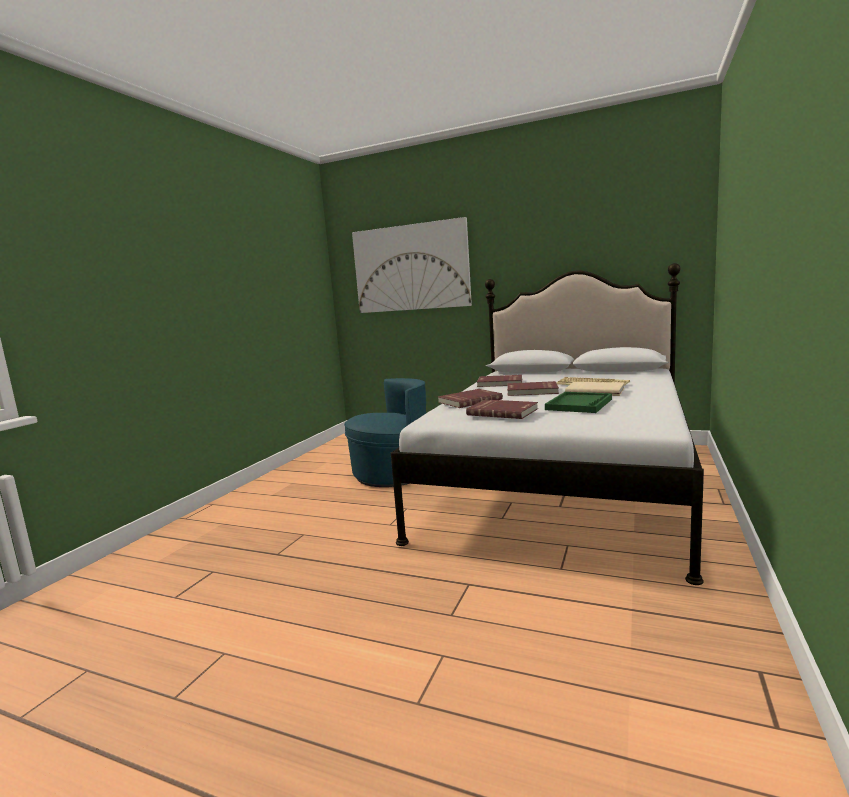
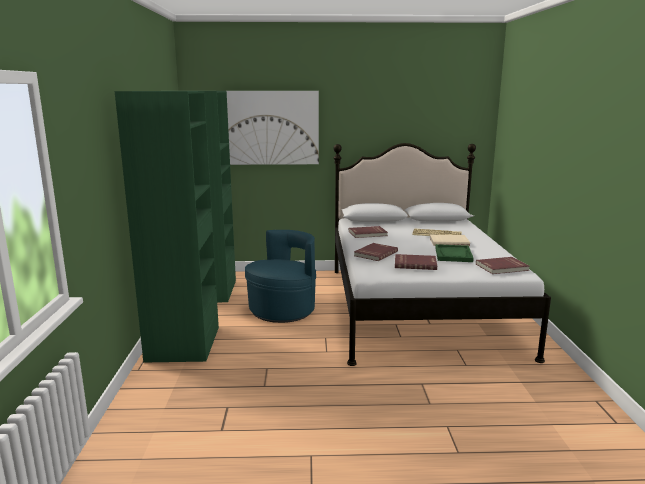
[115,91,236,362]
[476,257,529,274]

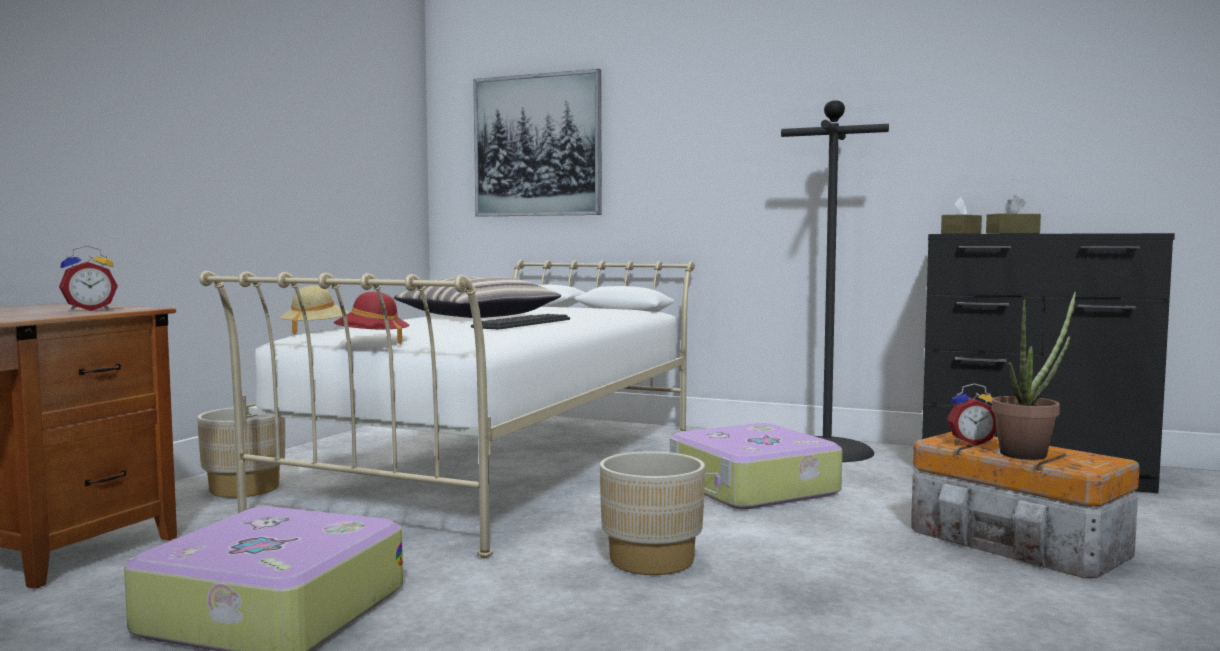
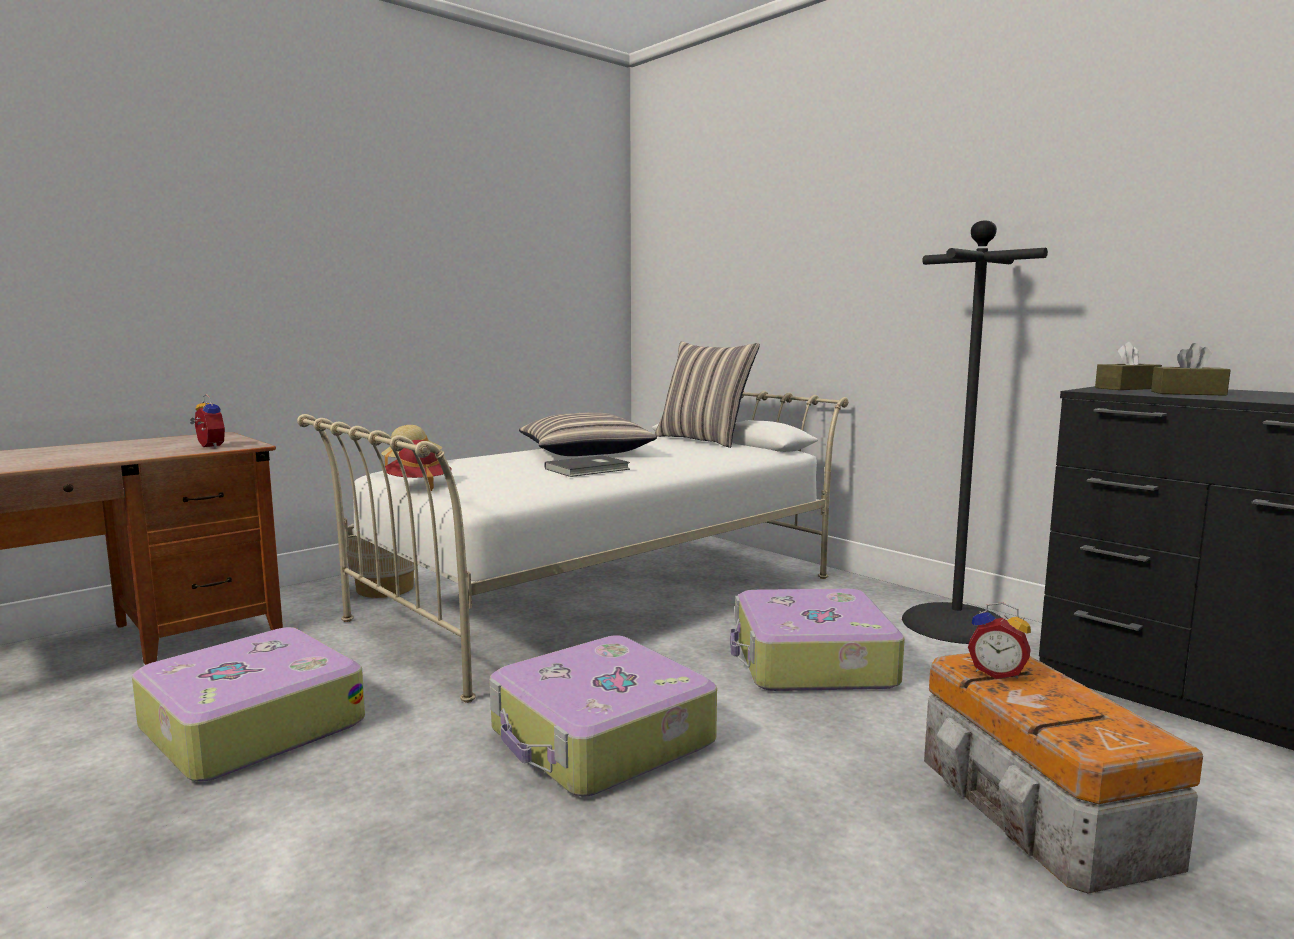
[190,394,225,448]
[489,635,717,797]
[544,455,630,477]
[655,341,760,448]
[473,69,601,217] (first image)
[992,292,1076,460] (first image)

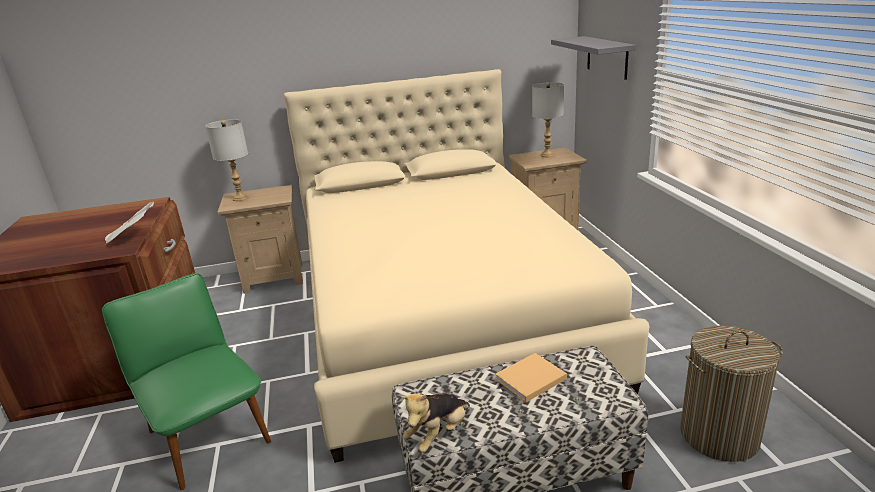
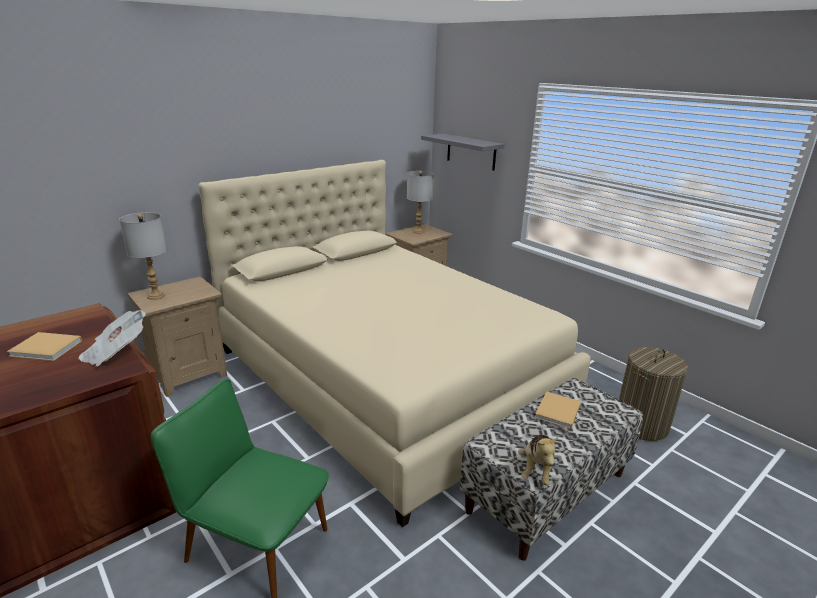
[7,332,82,361]

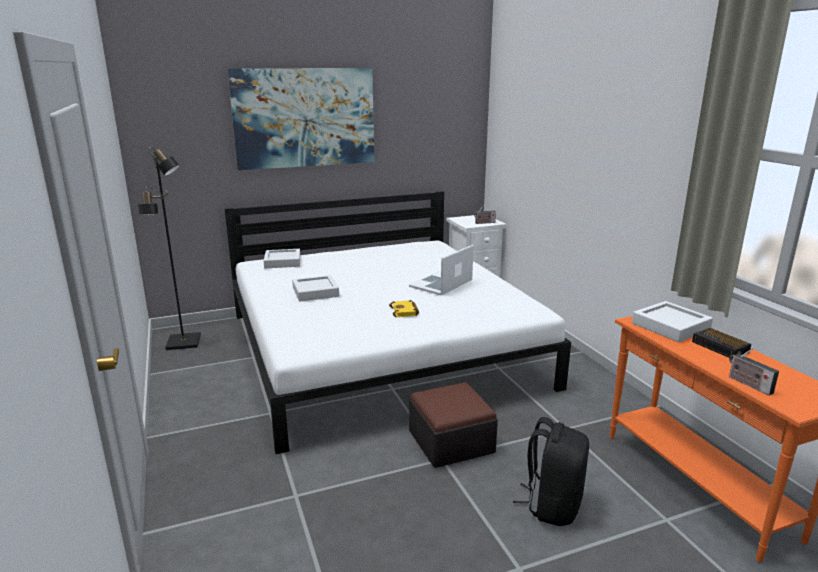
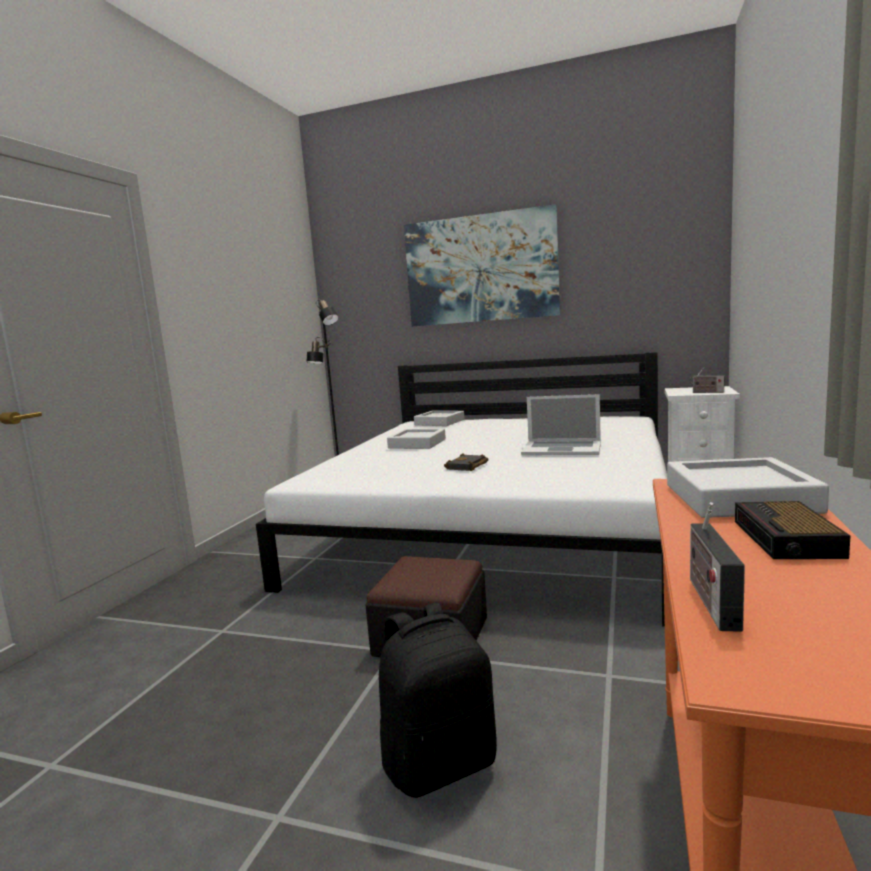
[444,453,489,471]
[521,394,601,455]

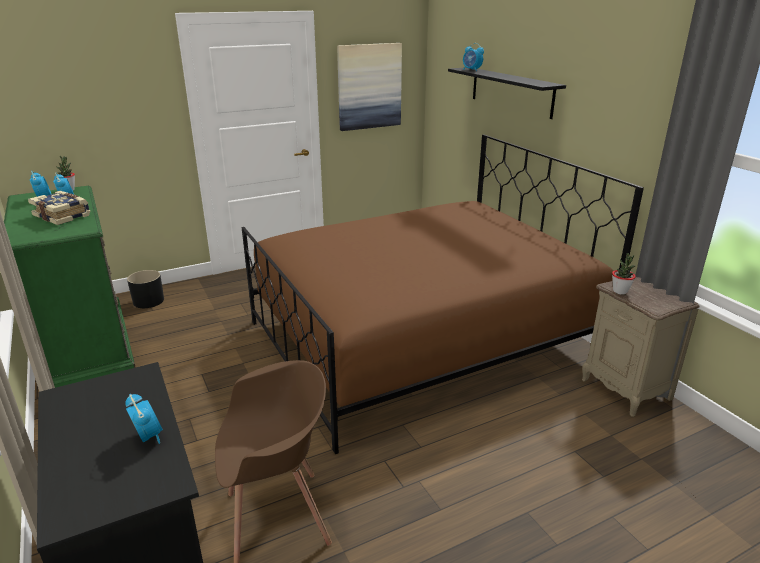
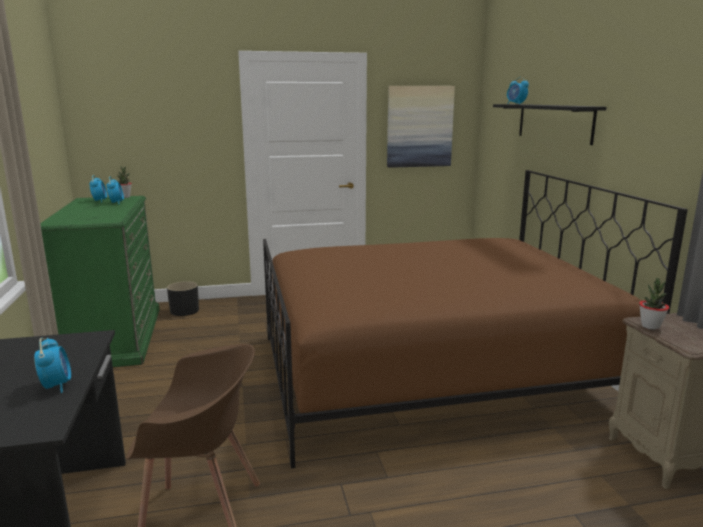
[28,191,90,225] (first image)

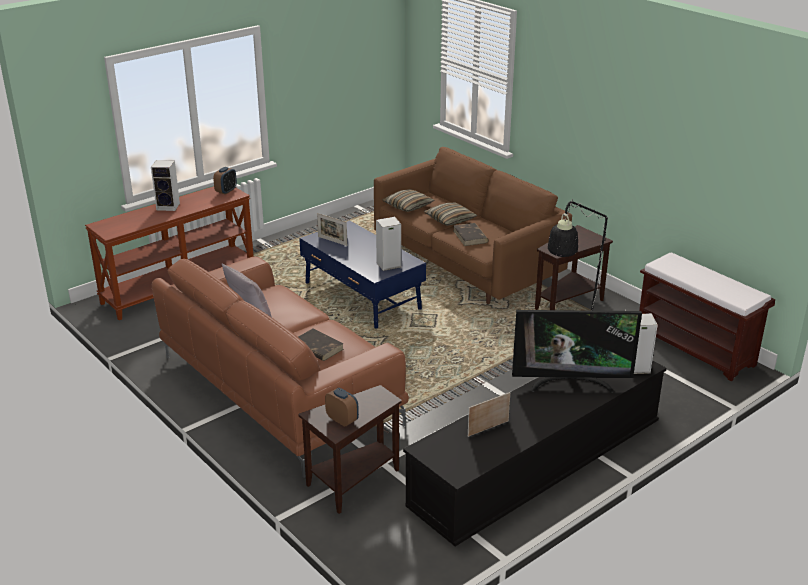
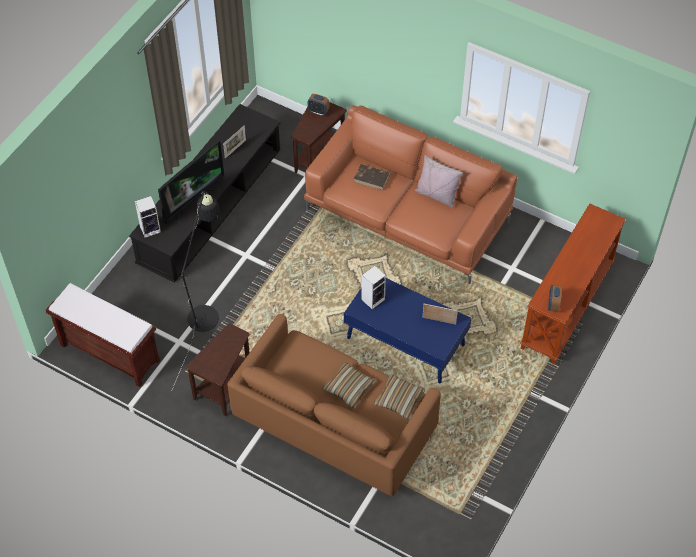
[158,140,224,224]
[151,160,180,211] (first image)
[453,223,489,246] (first image)

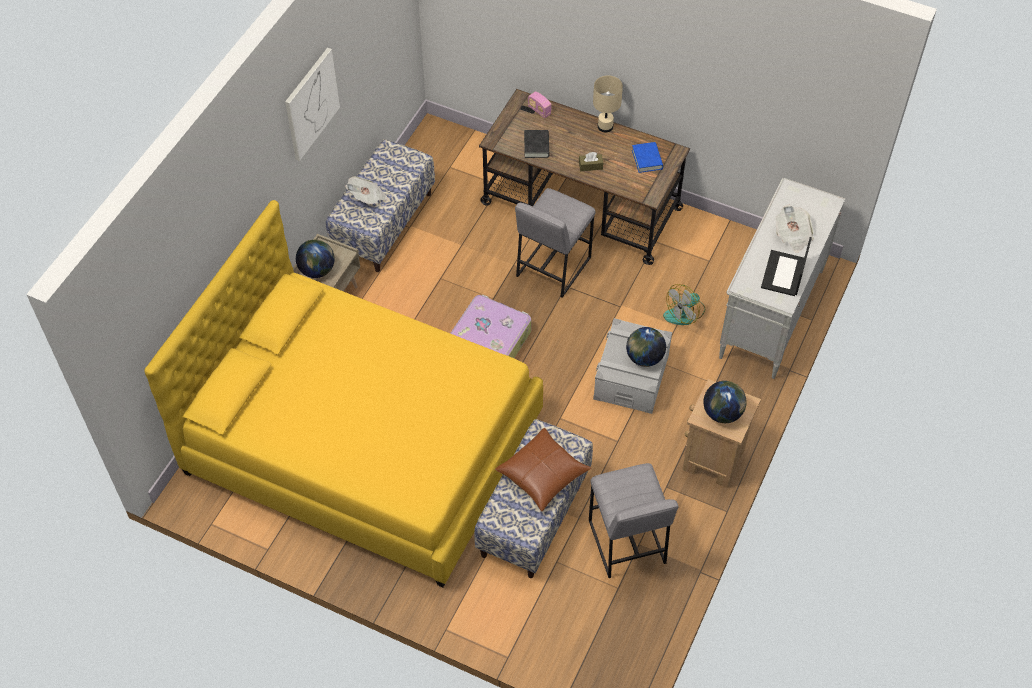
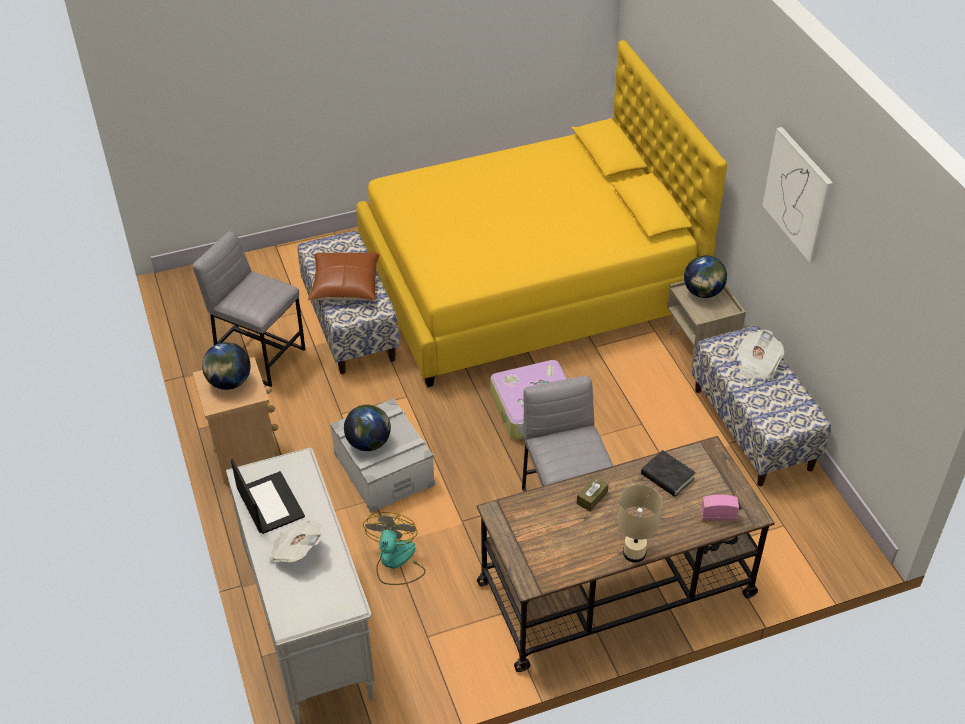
[632,142,663,173] (first image)

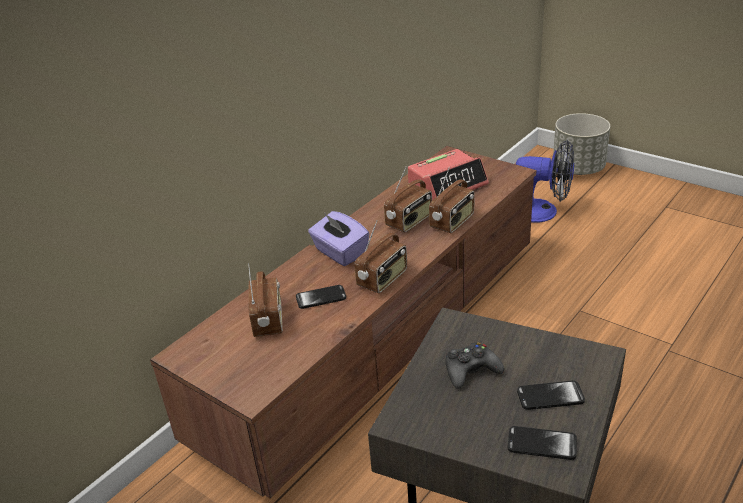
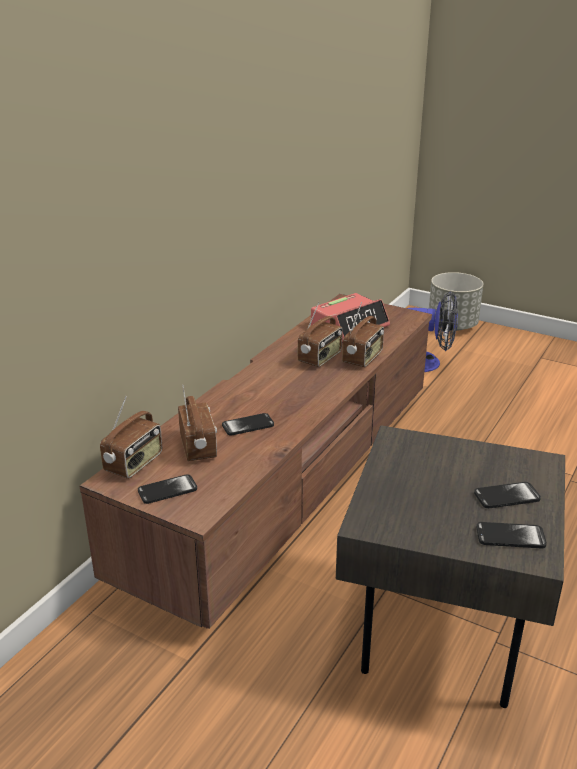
[100,396,162,479]
[138,474,197,504]
[308,211,369,266] (first image)
[445,342,504,389] (first image)

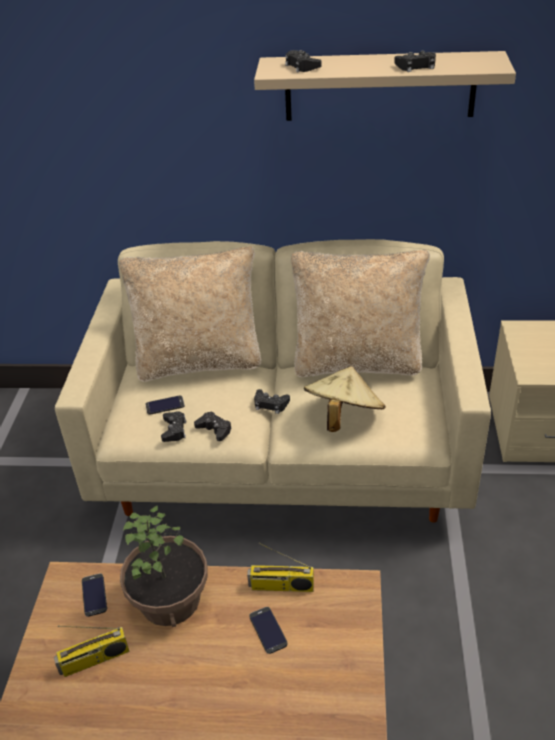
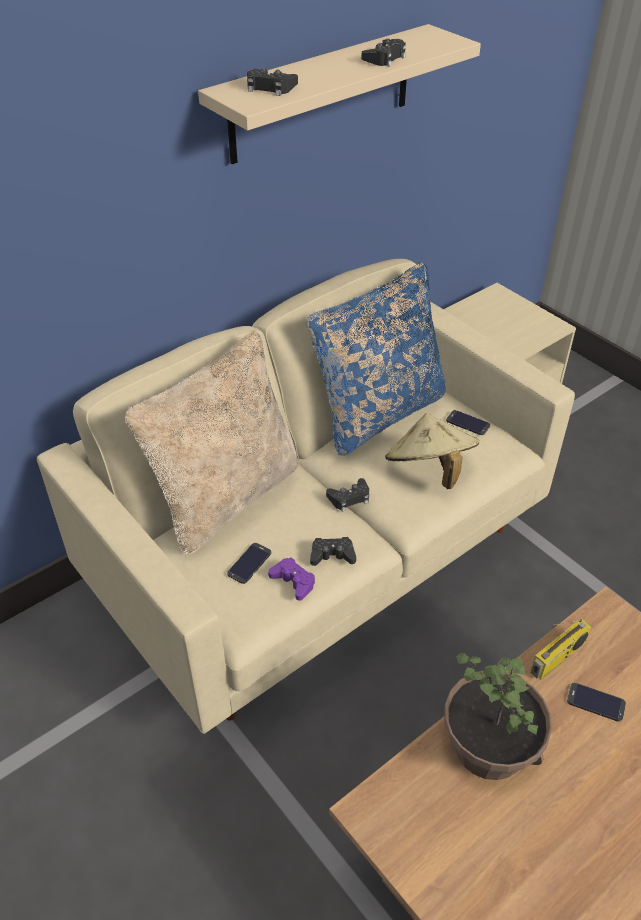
[268,558,315,601]
[306,262,445,456]
[446,410,490,435]
[54,626,130,677] (first image)

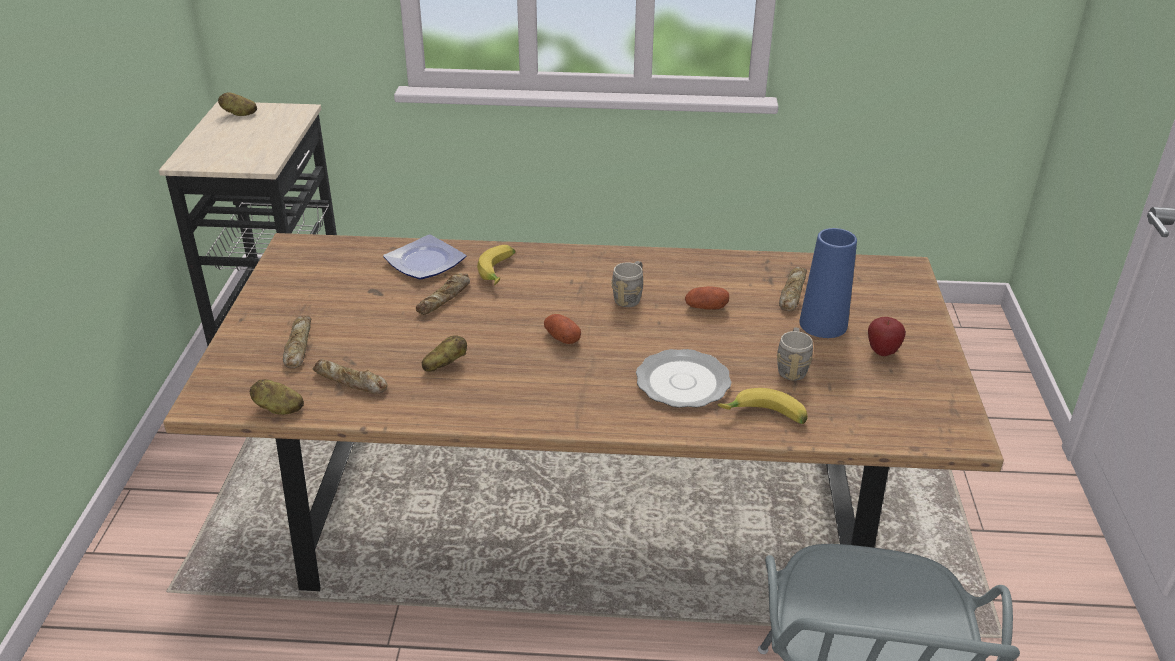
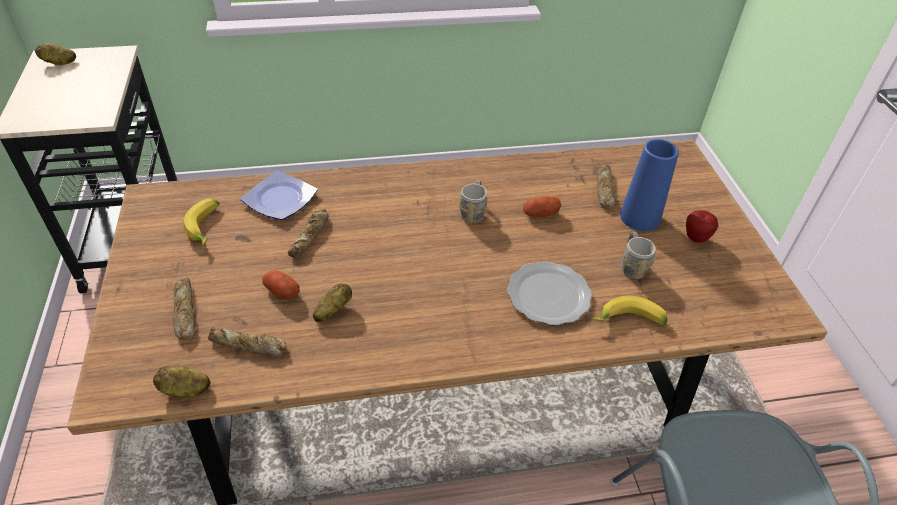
[183,198,220,247]
[262,270,300,300]

